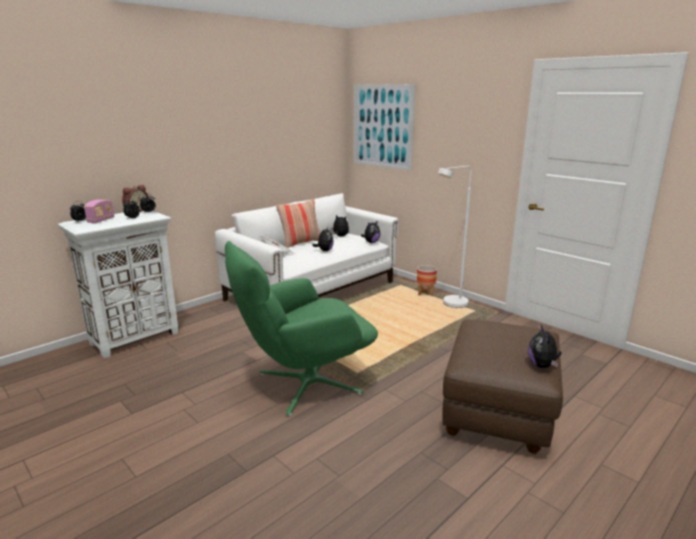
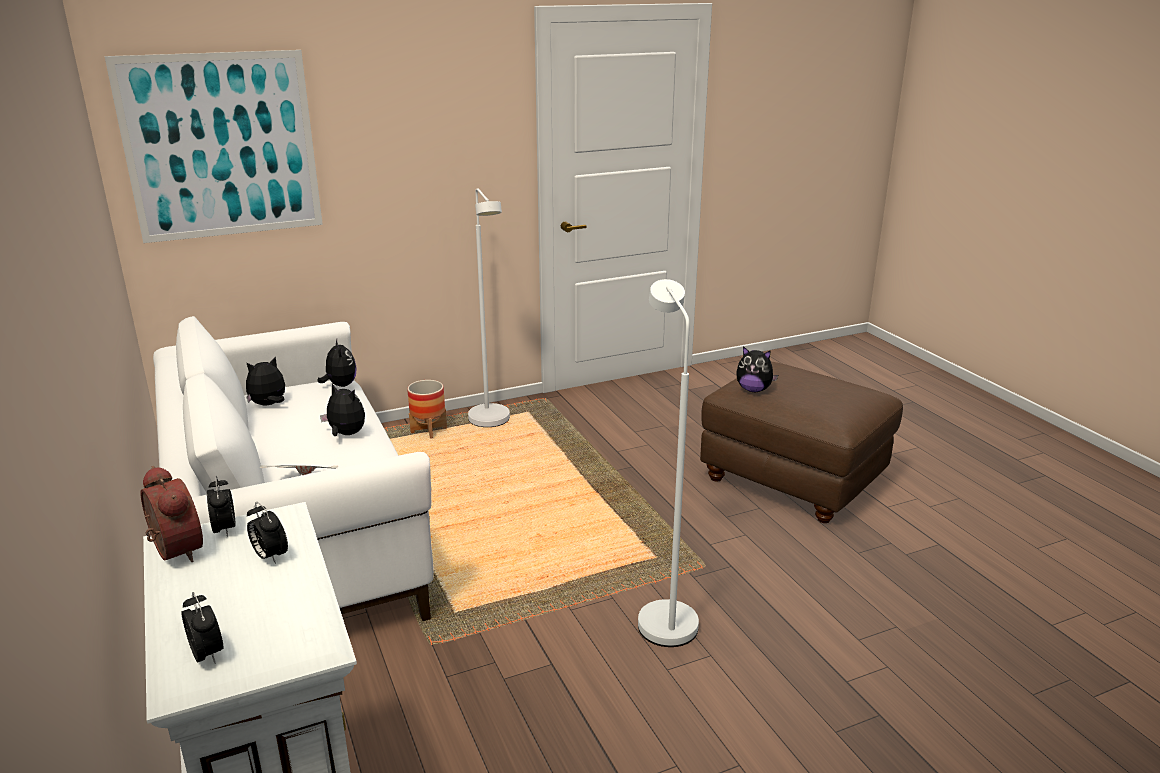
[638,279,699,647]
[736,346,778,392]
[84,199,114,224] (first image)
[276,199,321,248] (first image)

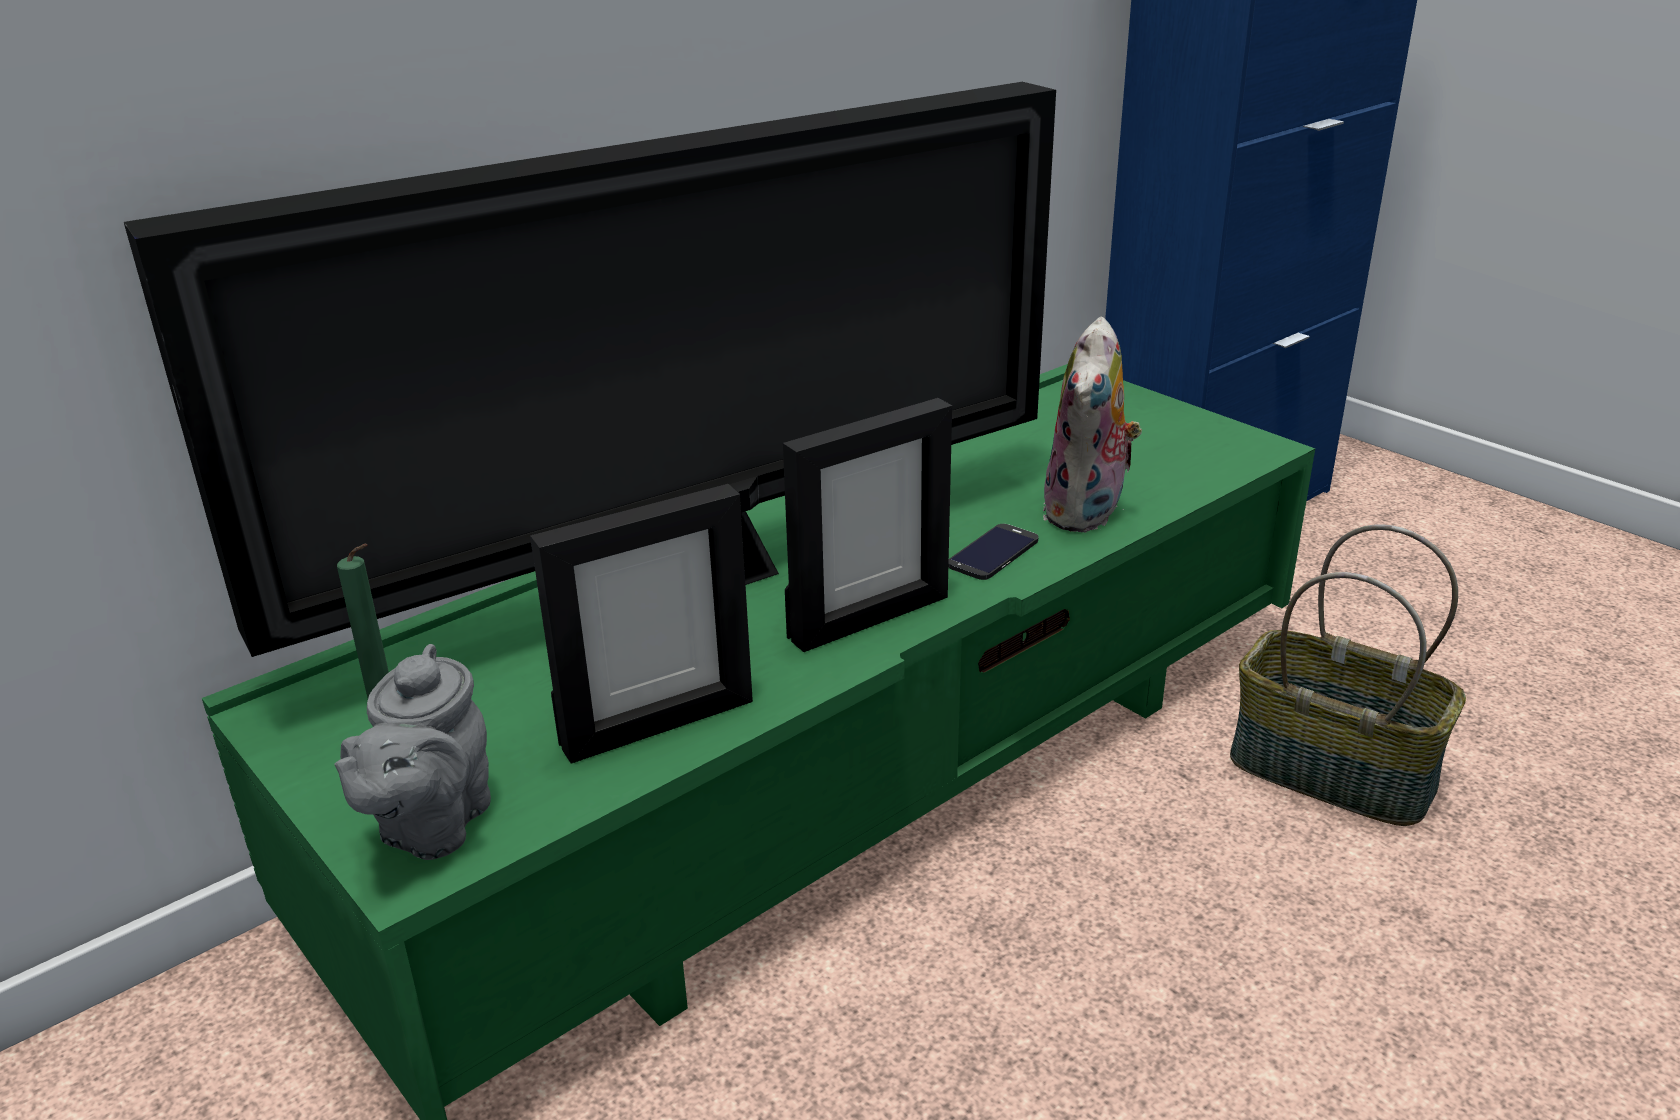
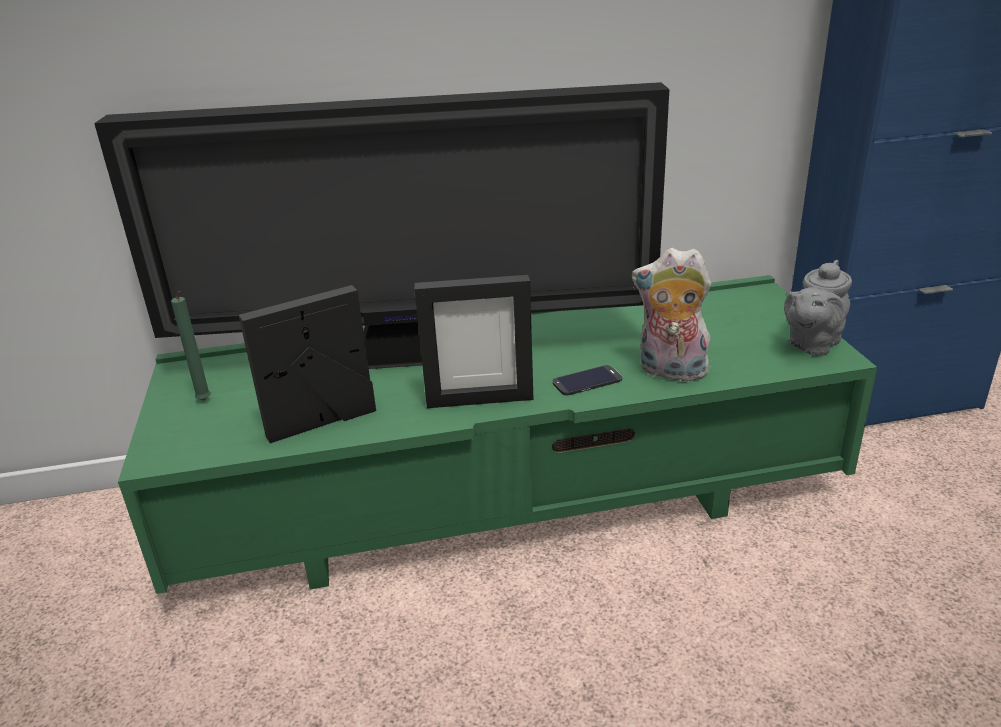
[239,285,376,443]
[632,248,711,382]
[784,260,852,356]
[1230,524,1466,826] (first image)

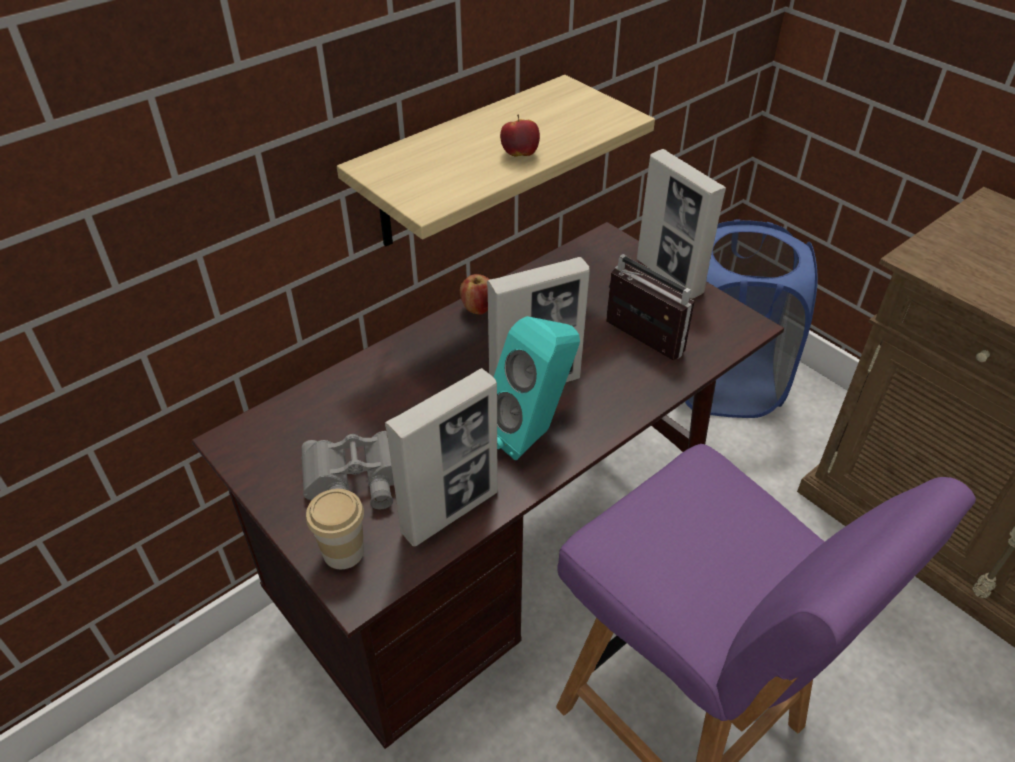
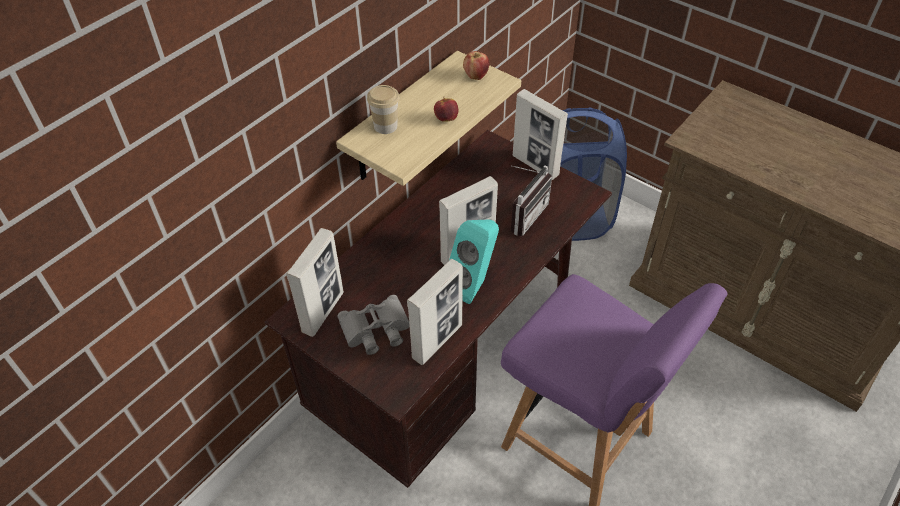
[286,228,344,337]
[367,85,399,134]
[463,51,489,80]
[511,165,552,236]

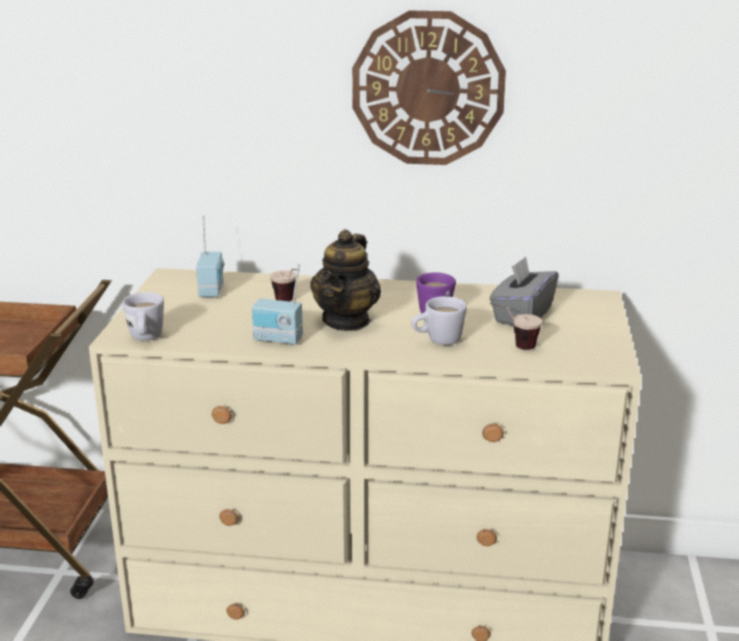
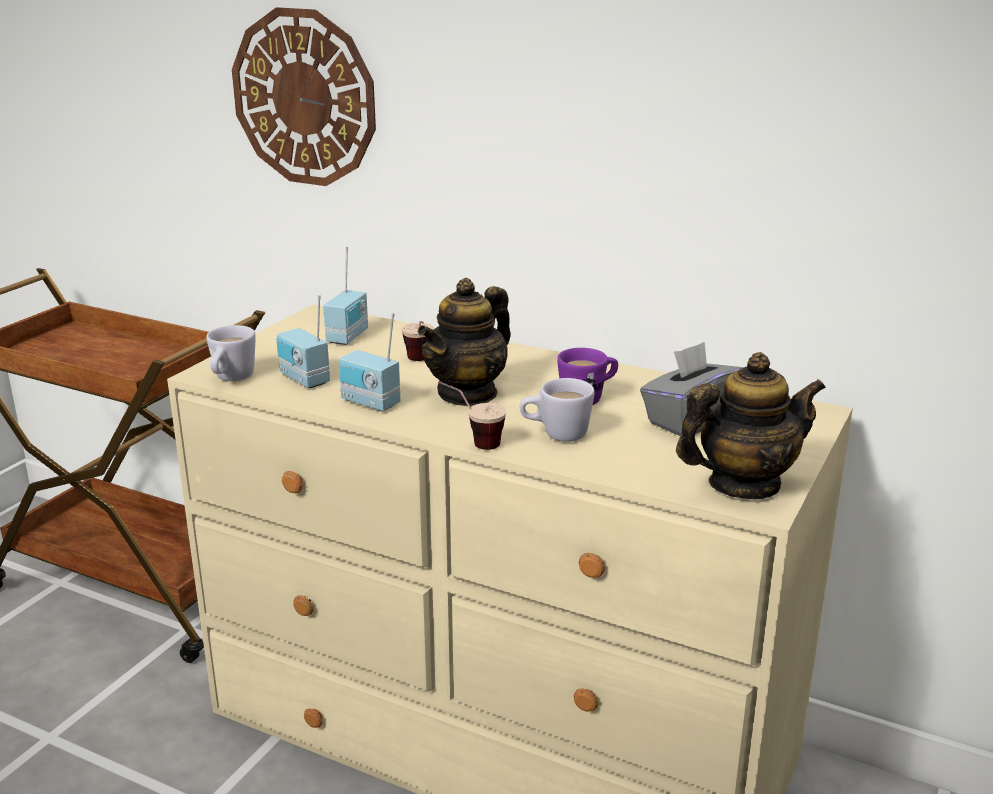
[232,7,376,186]
[276,295,330,388]
[438,381,506,450]
[676,352,826,499]

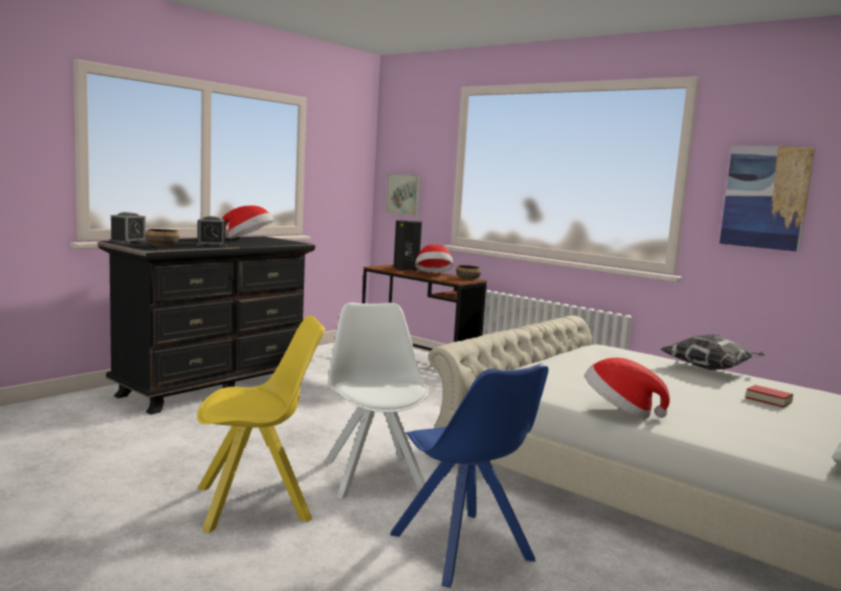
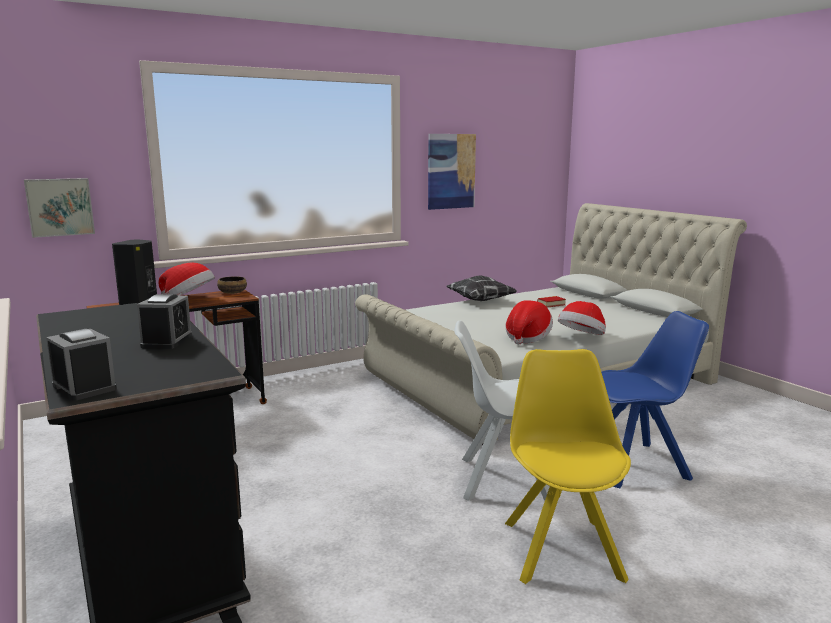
[506,300,553,344]
[145,229,179,247] (first image)

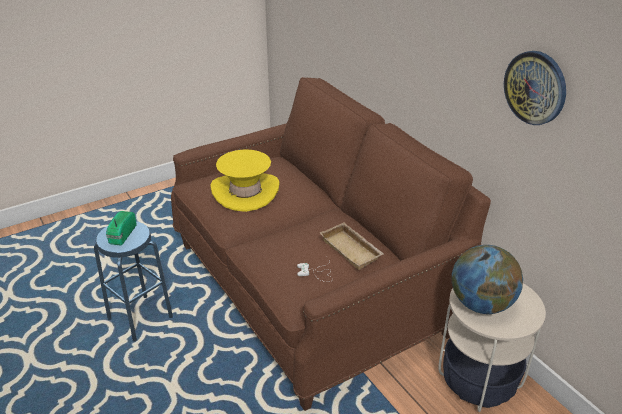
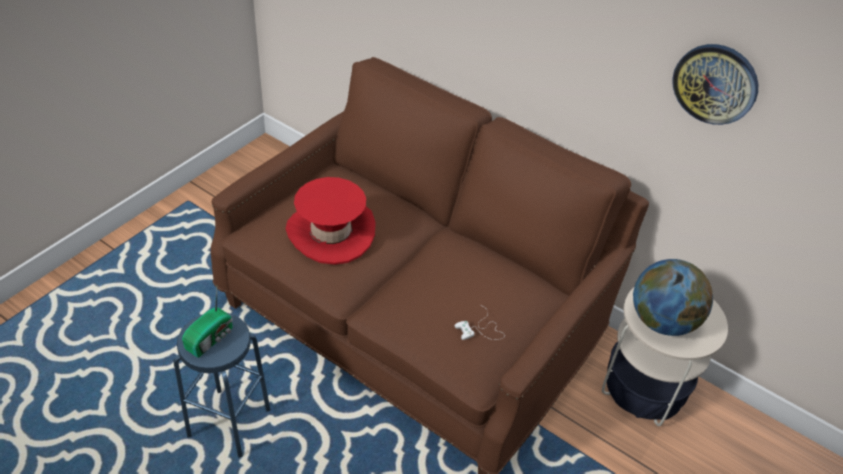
[182,289,233,358]
[286,177,376,265]
[320,223,384,270] (first image)

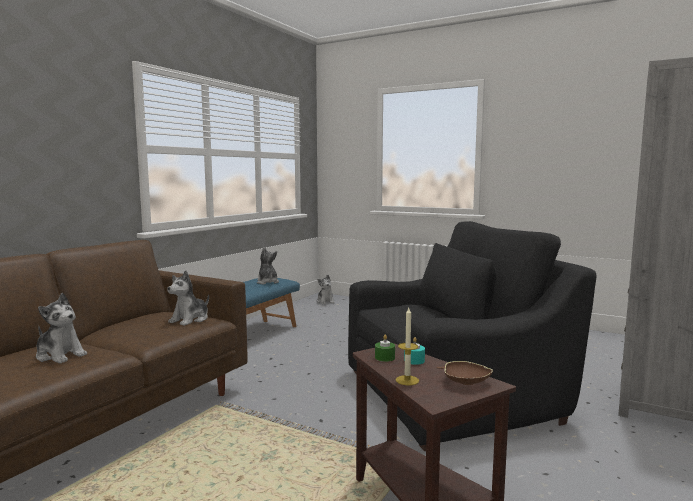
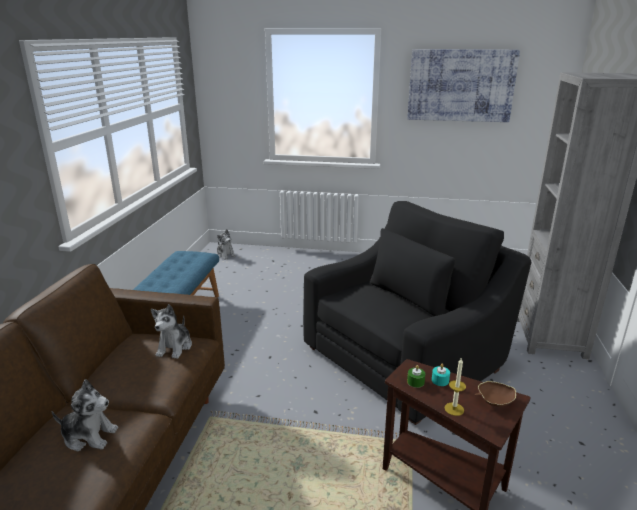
[408,49,520,122]
[257,247,279,285] (first image)

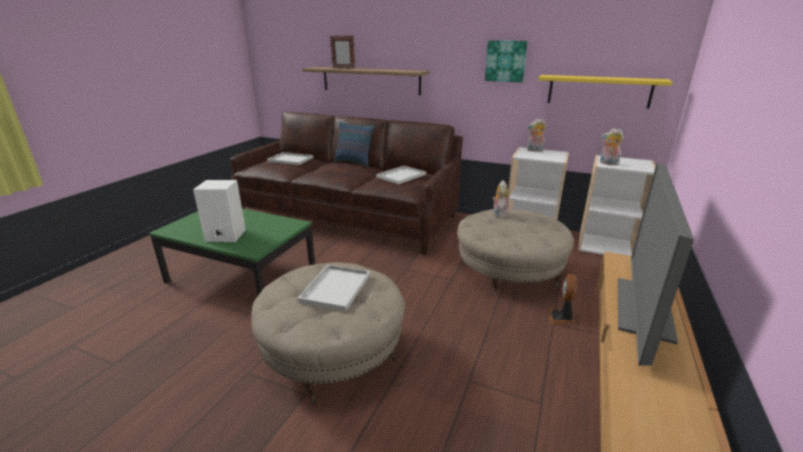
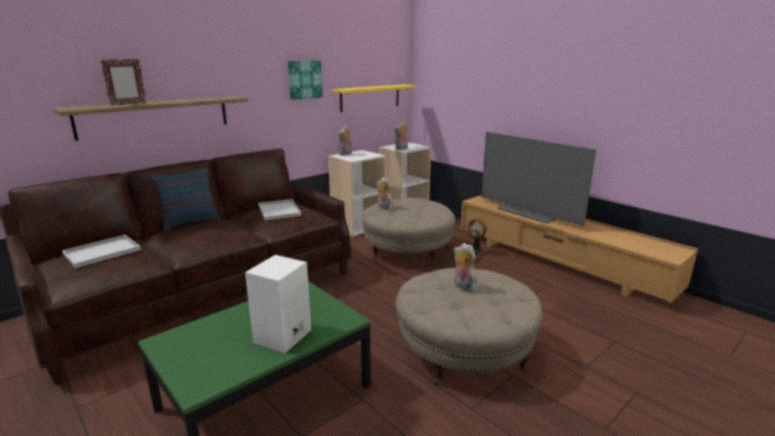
[454,243,477,292]

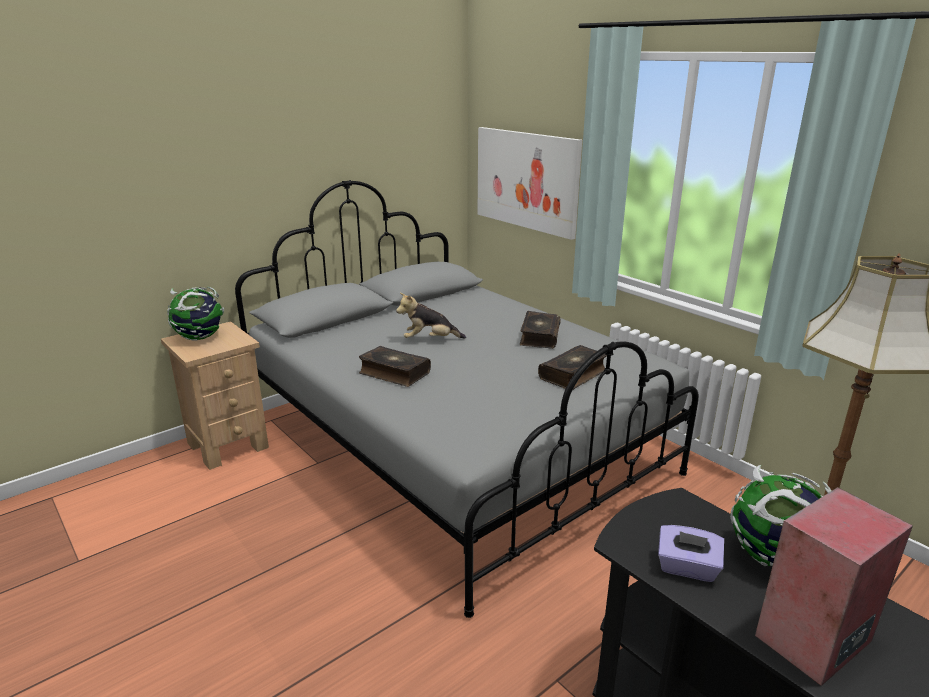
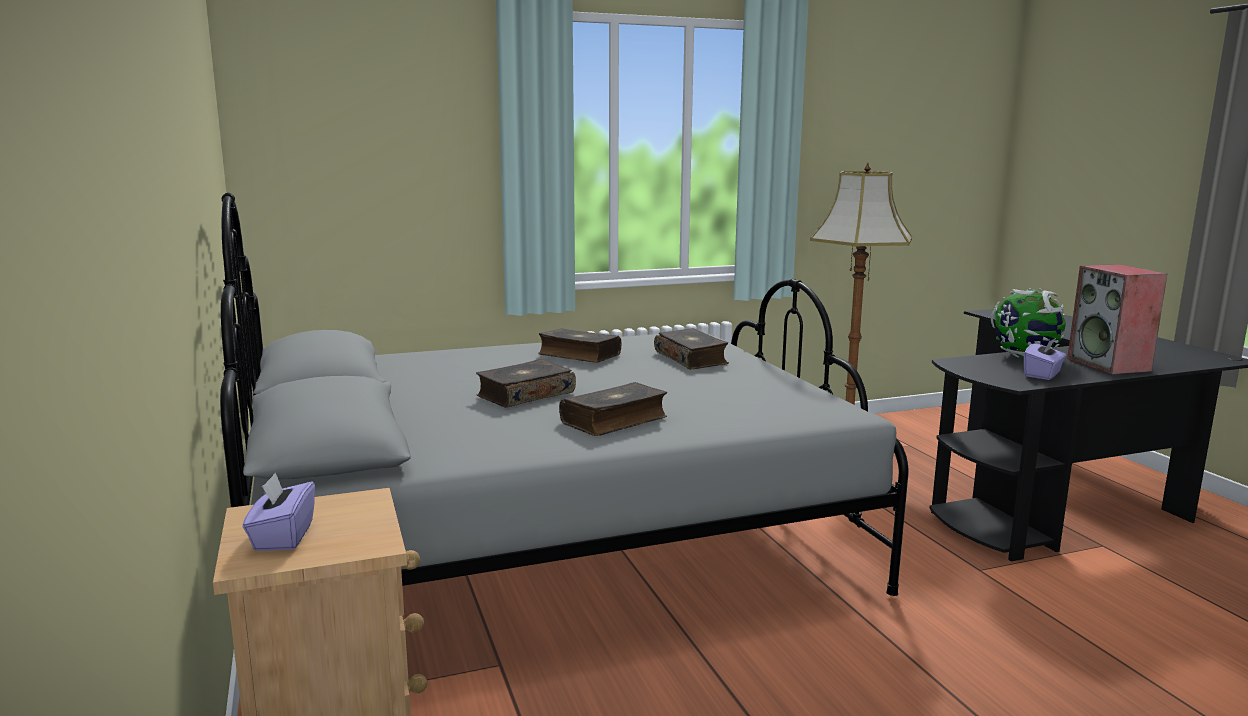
[243,473,315,551]
[476,359,576,408]
[478,127,582,240] (first image)

